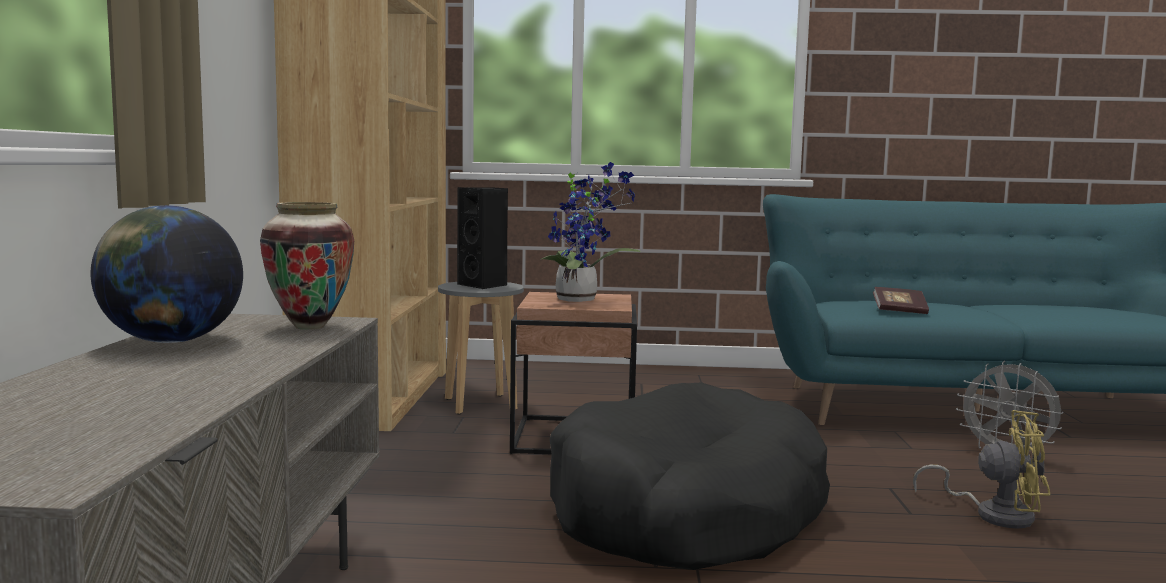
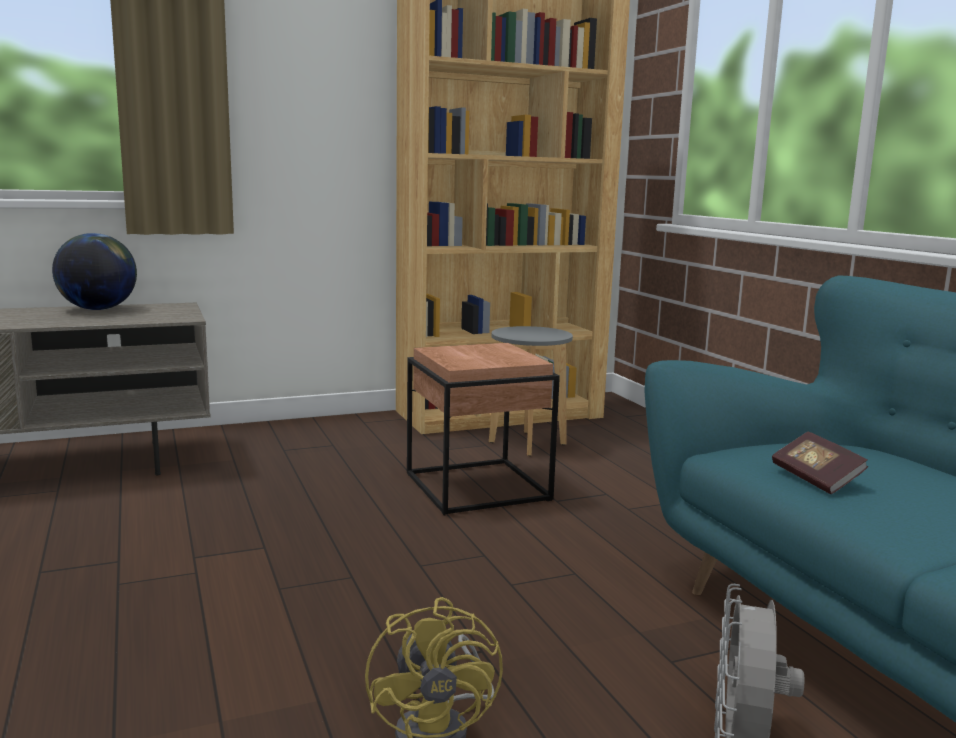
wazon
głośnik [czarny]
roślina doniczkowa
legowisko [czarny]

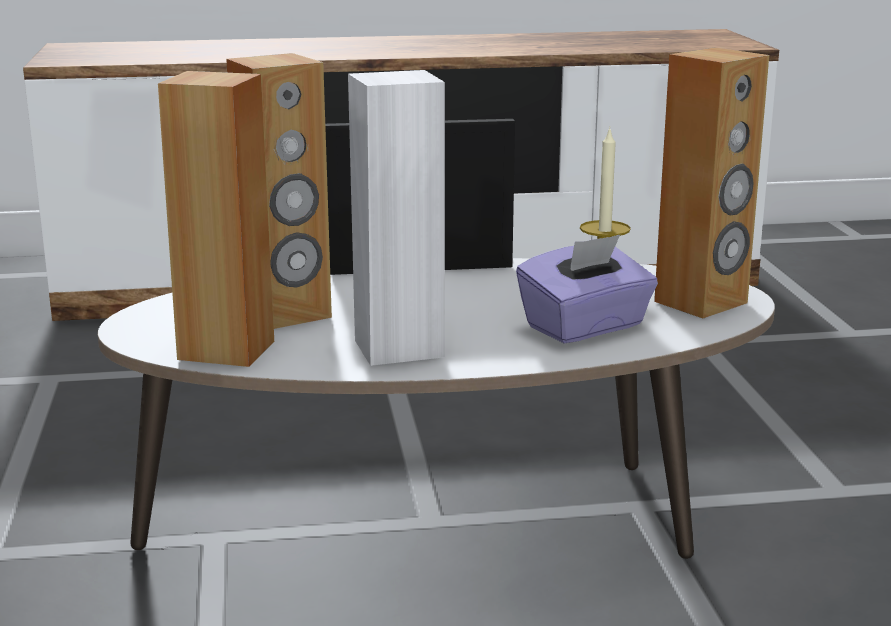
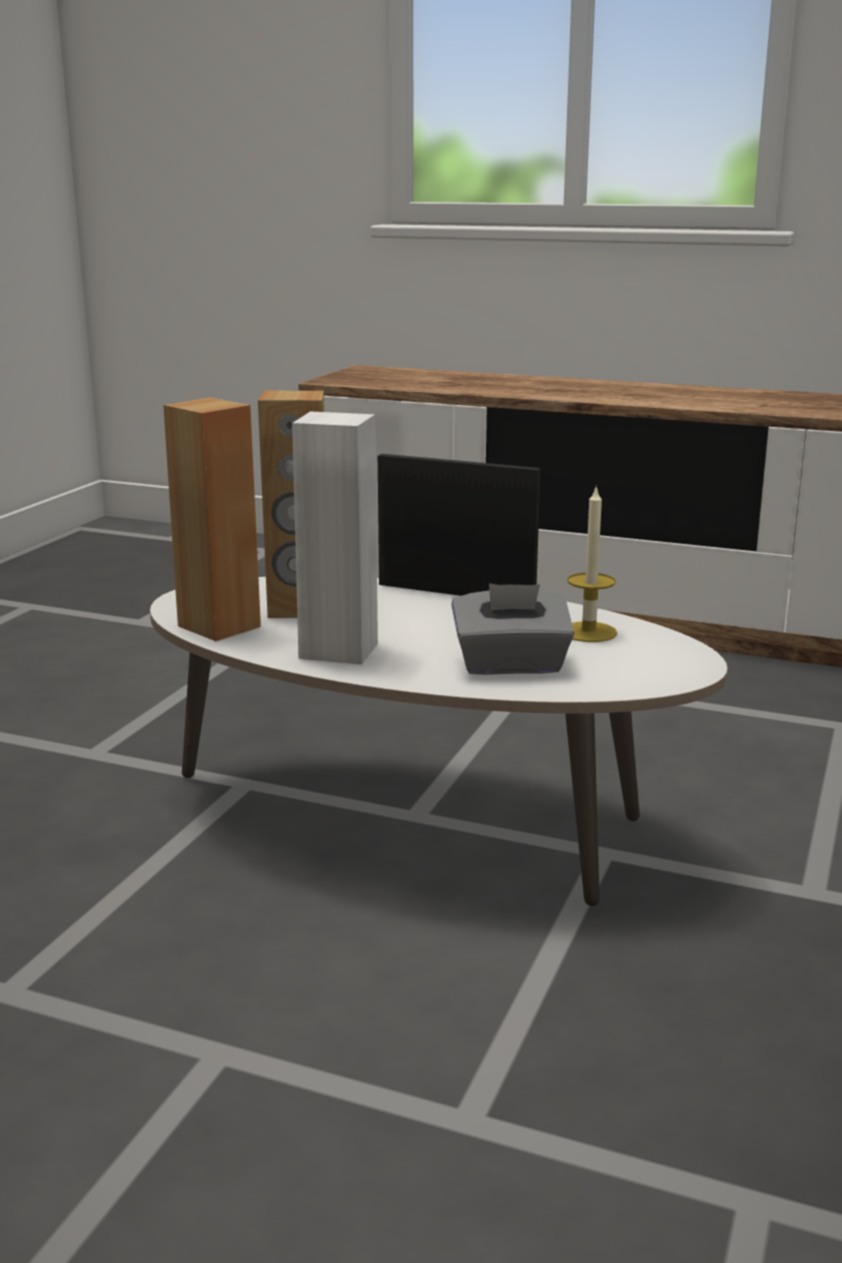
pudełko chusteczek [szary]
głośnik [brązowy] (3rd from left in the first image)

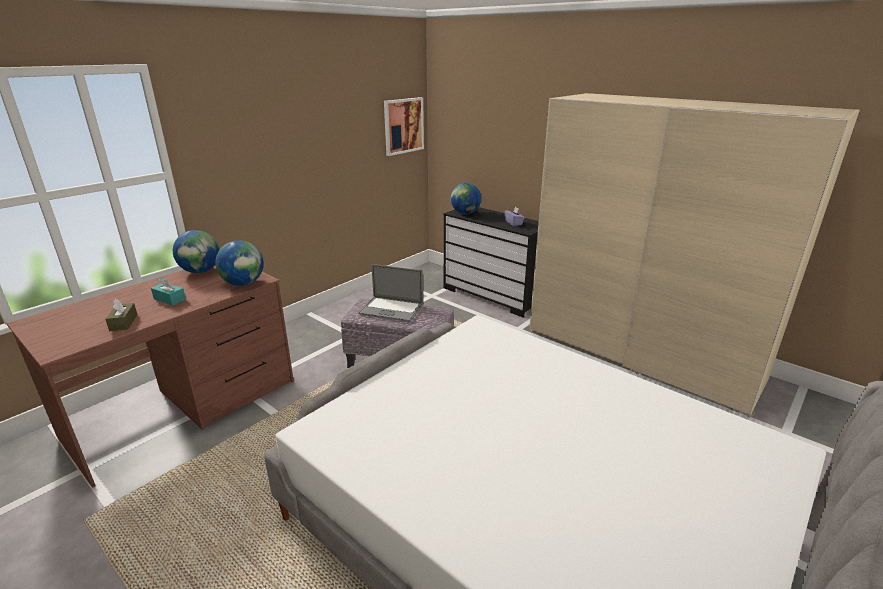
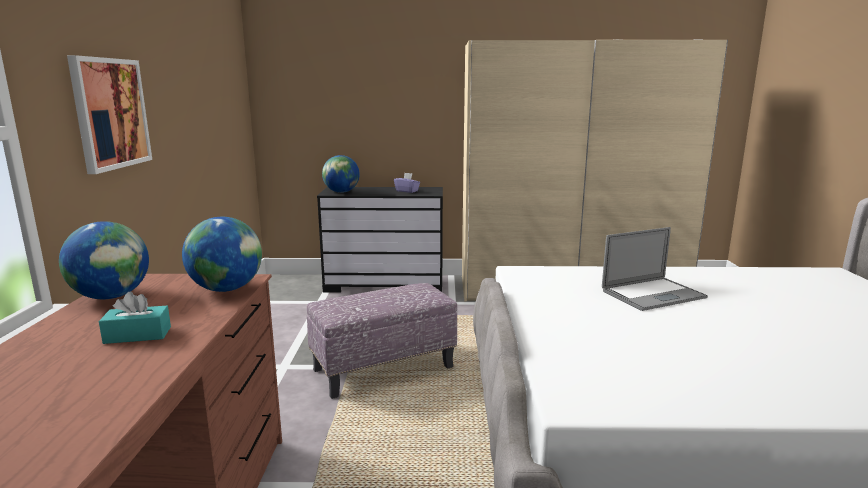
obraz
laptop
pudełko chusteczek [brązowy]

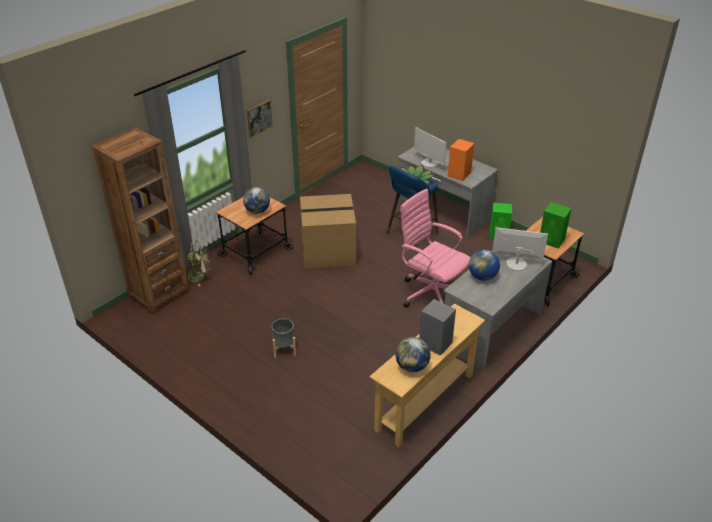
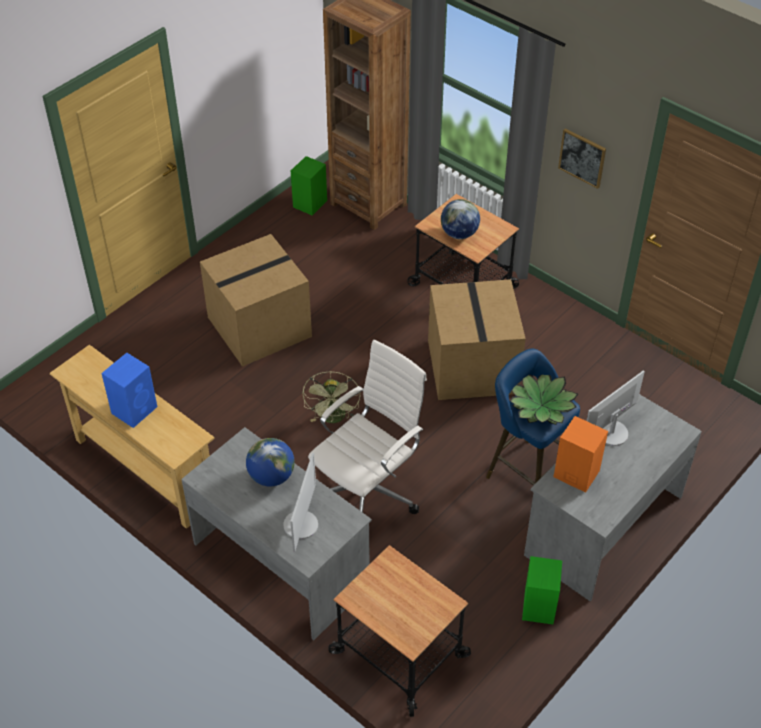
głośnik [niebieski]
karton (1st from left)
głośnik [zielony] (1st from left)
wentylator [zielony]
krzesło biurowe [biały]
globus (2nd from left in the first image)

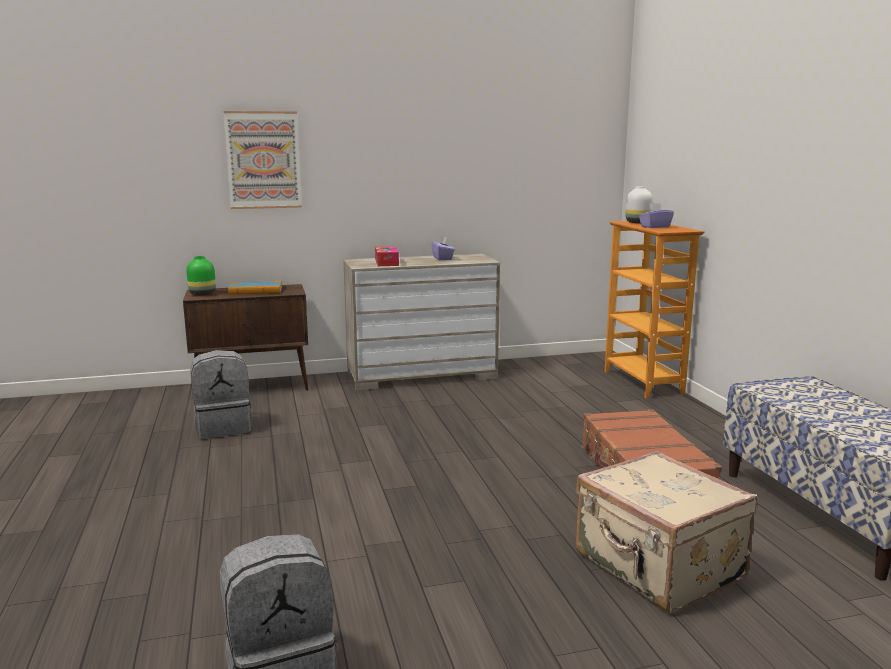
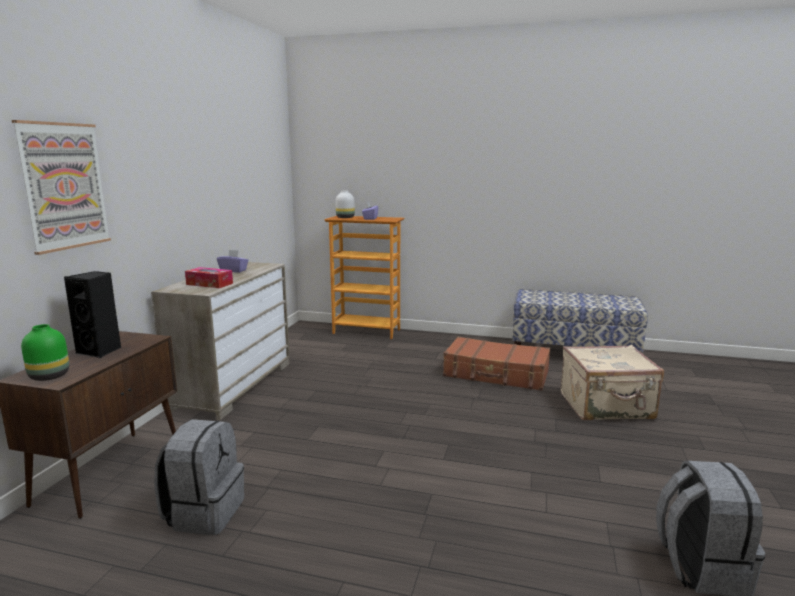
głośnik [czarny]

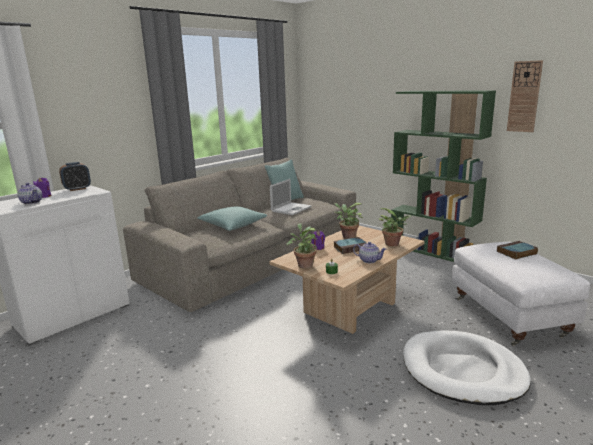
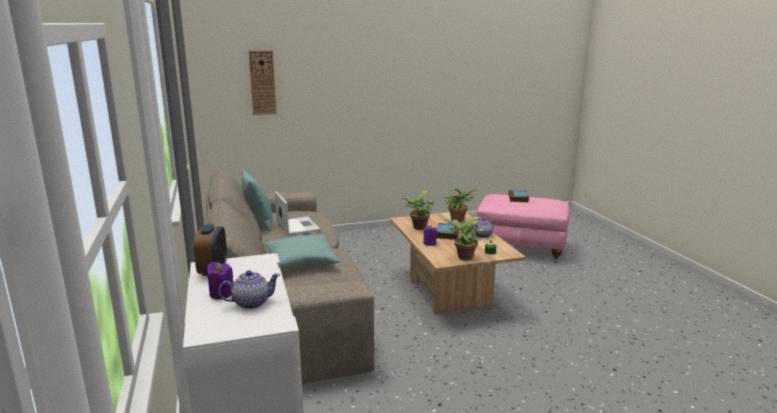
zegar ścienny
pufa [różowy]
regał [zielony]
legowisko [biały]

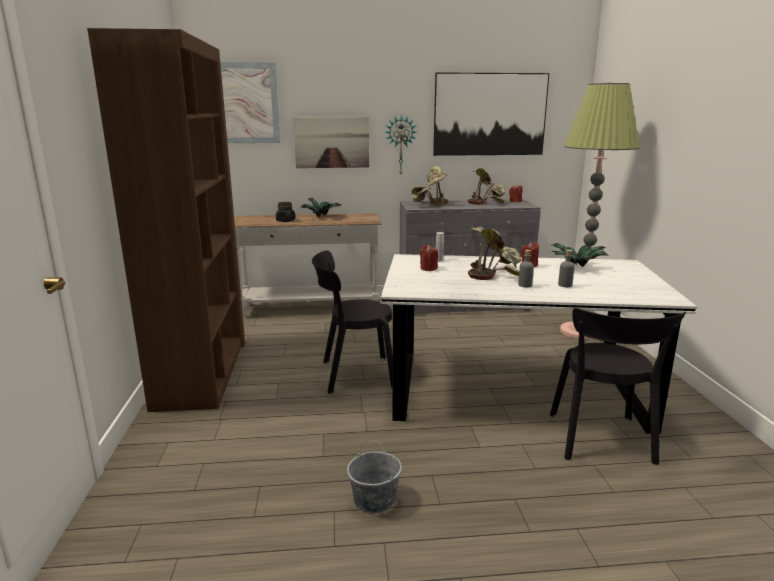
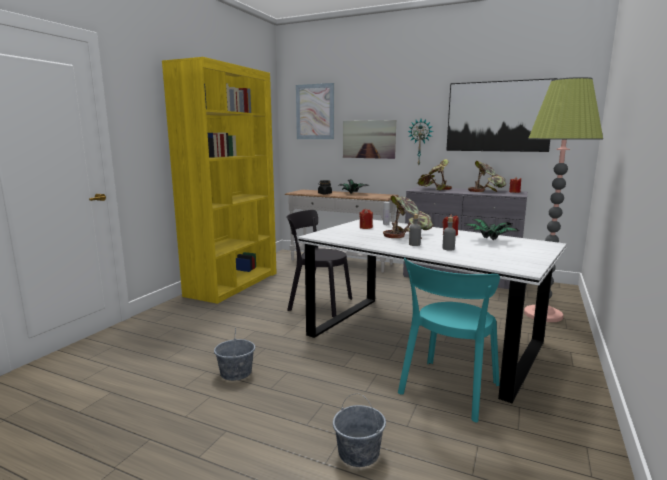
regał [żółty]
wiadro [szary] (2nd from left)
krzesło [turkusowy]

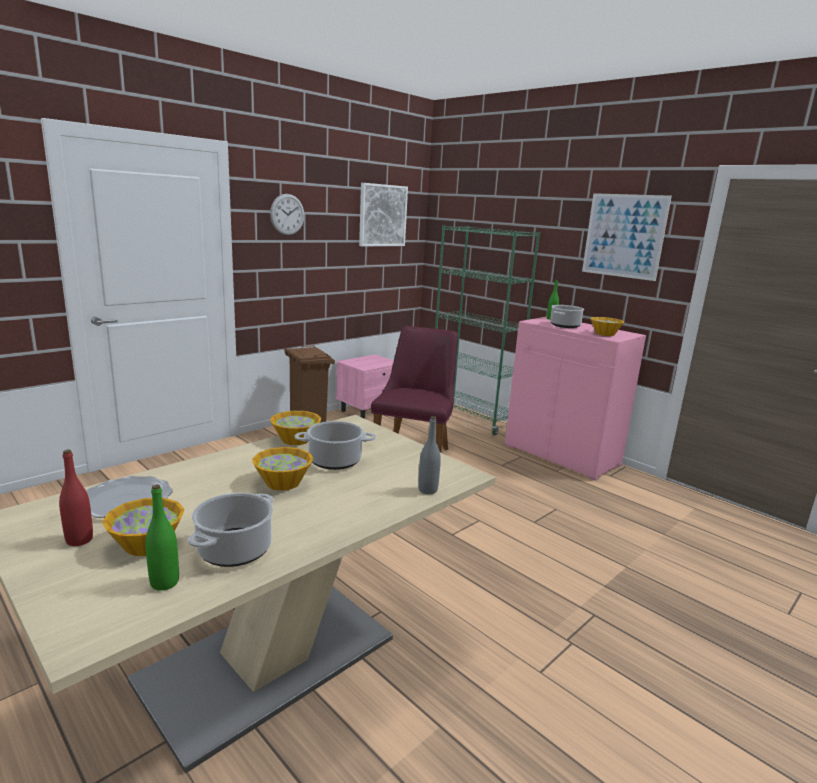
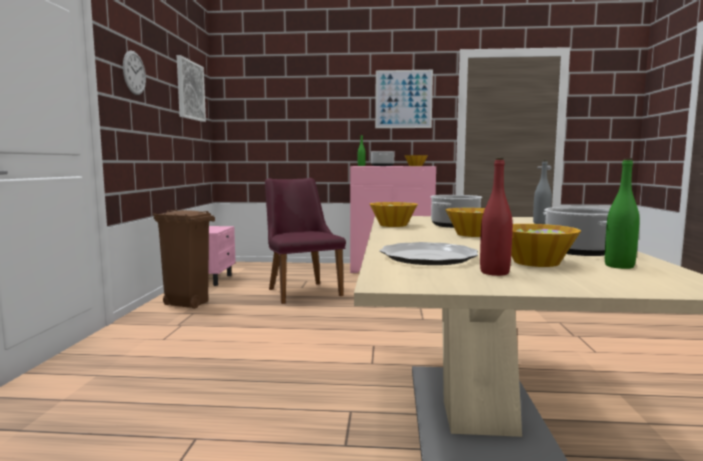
regał [zielony]

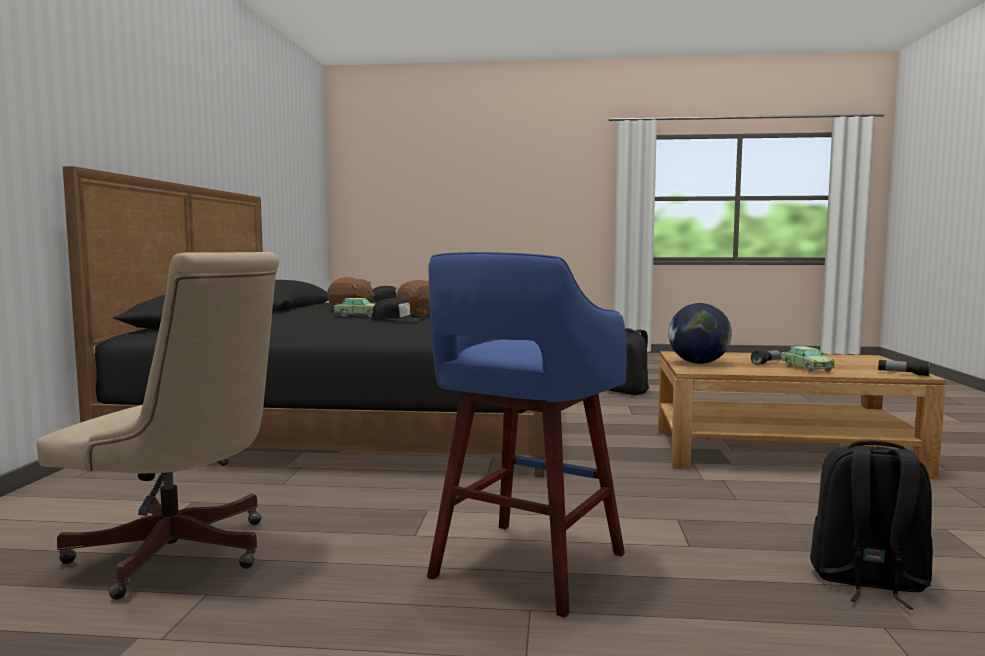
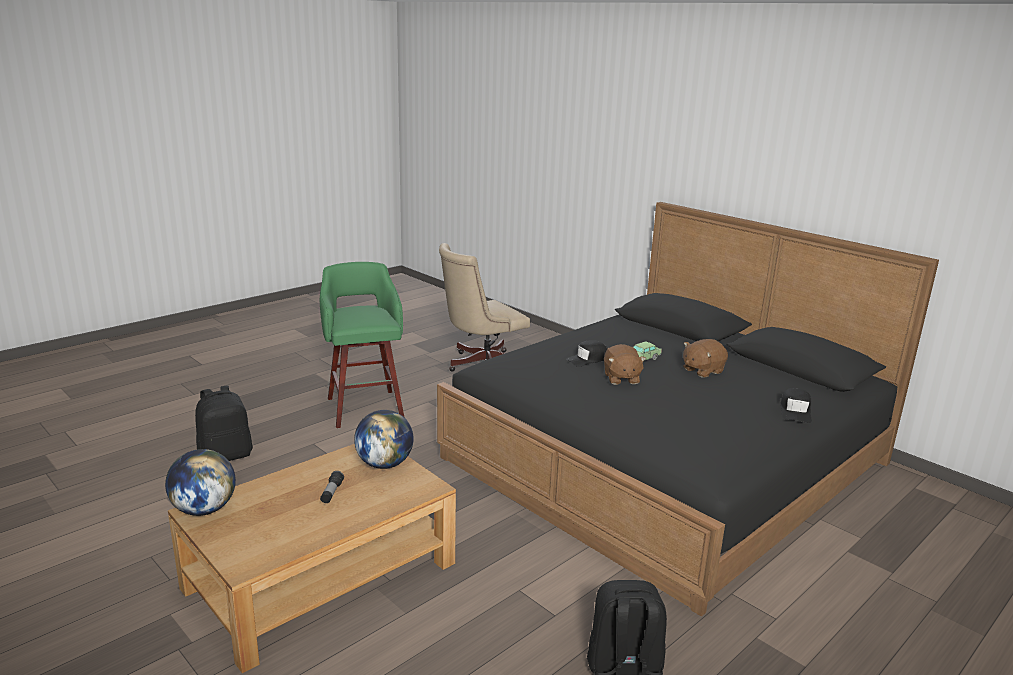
globus (1st from left)
stołek [zielony]
samochodzik (2nd from left in the first image)

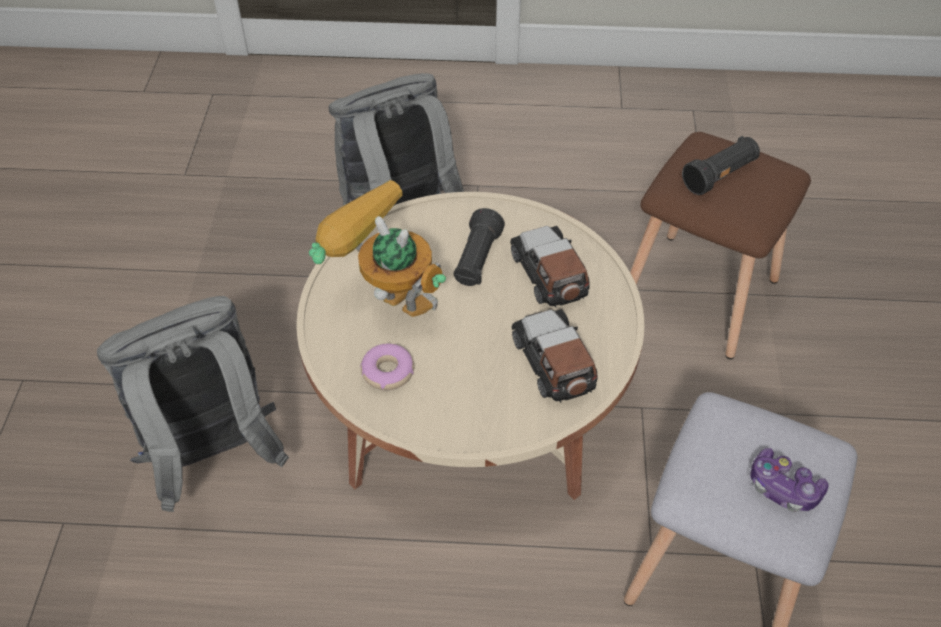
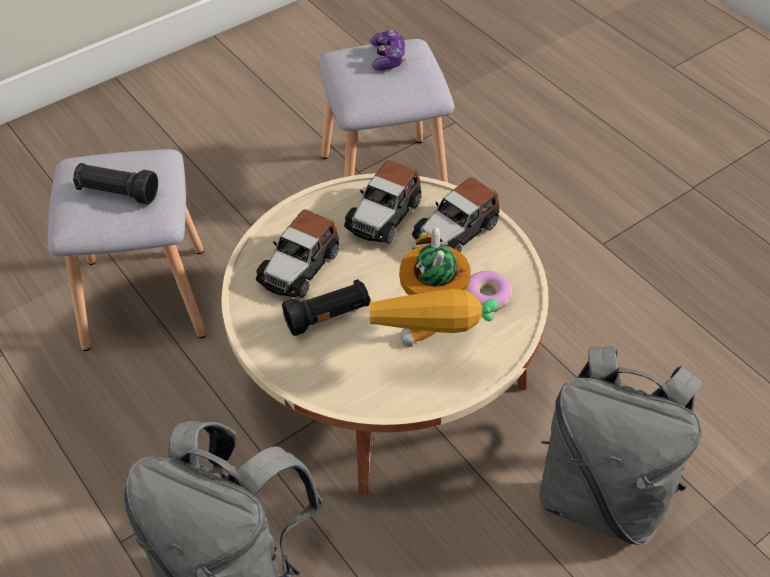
stołek [szary] (1st from left)
samochodzik (3rd from left)

